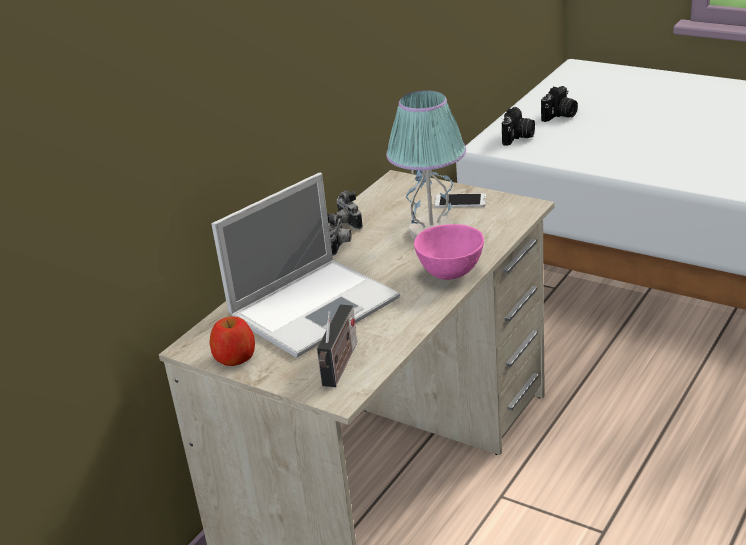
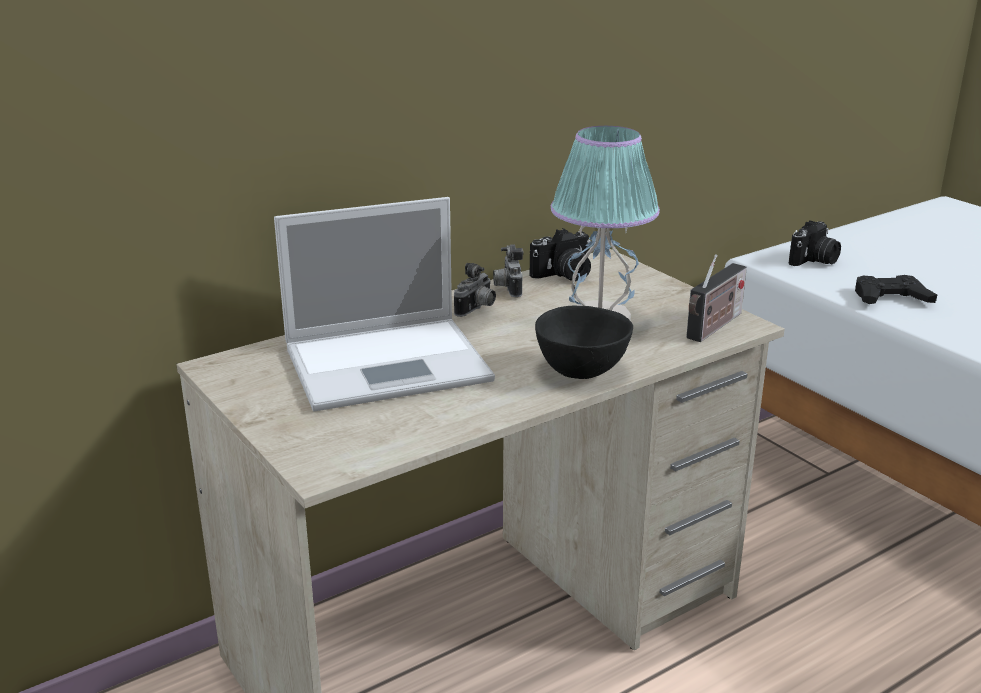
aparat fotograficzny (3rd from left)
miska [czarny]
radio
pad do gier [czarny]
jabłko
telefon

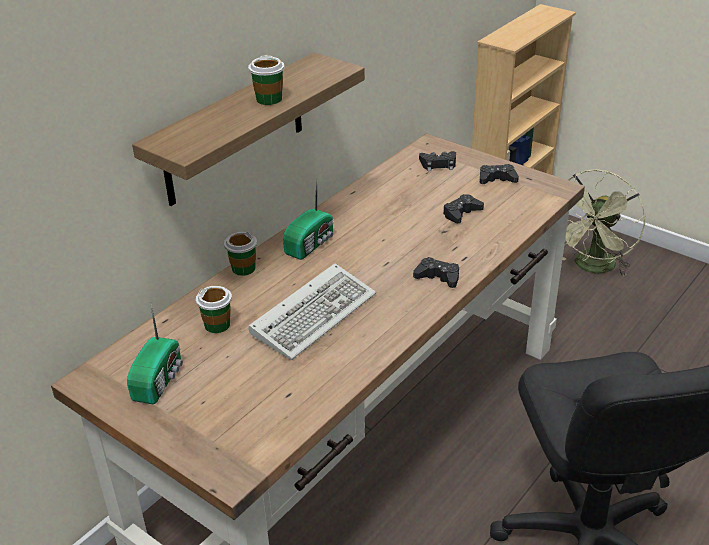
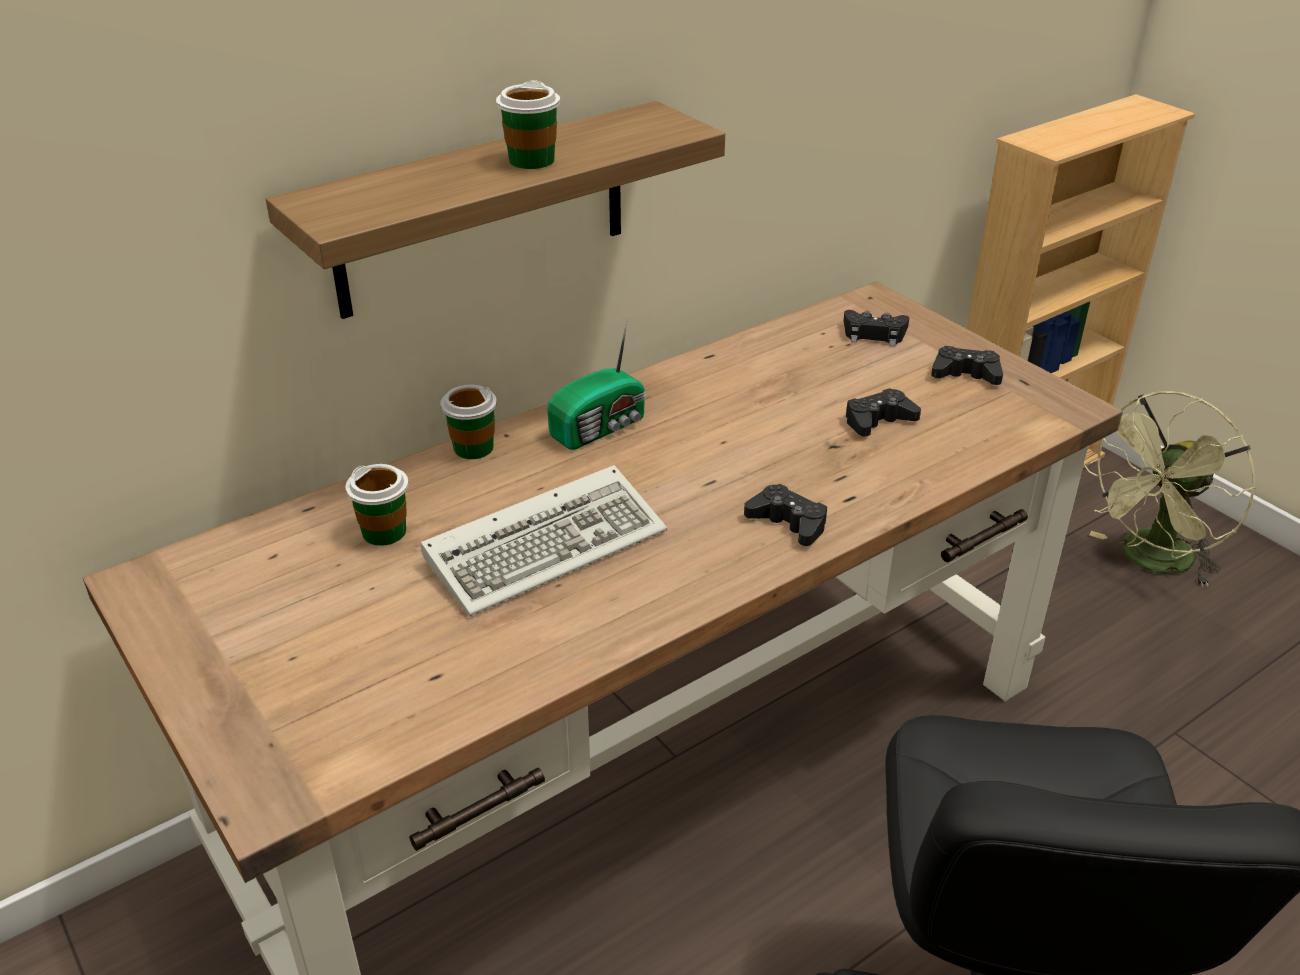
radio (1st from left in the first image)

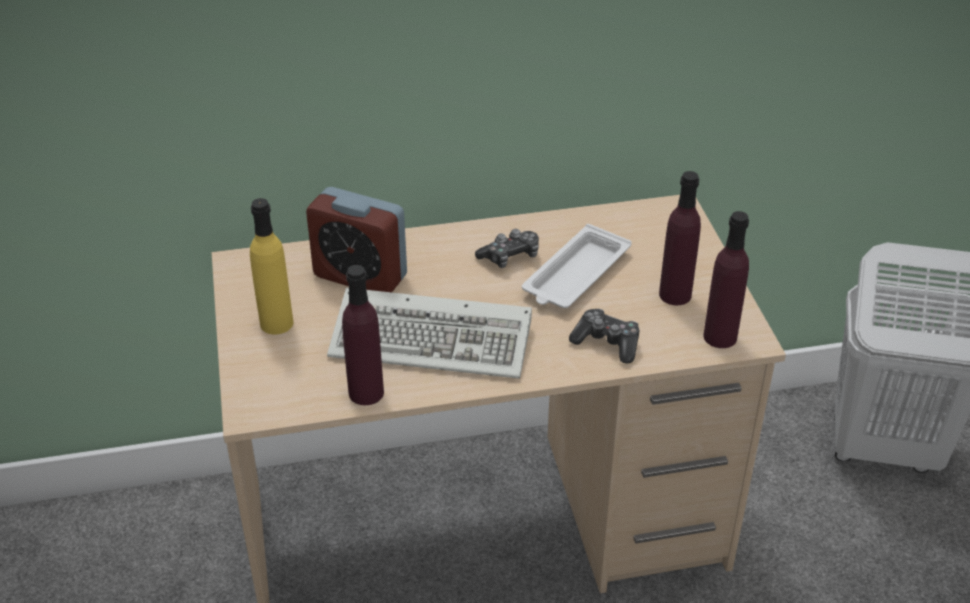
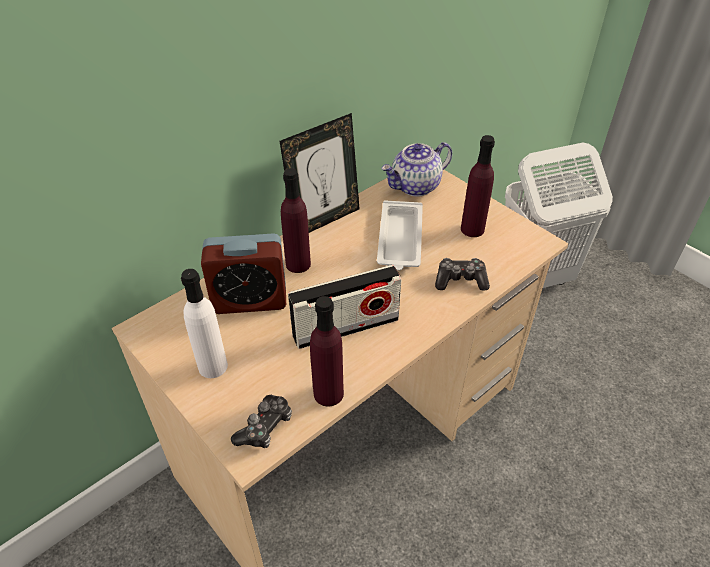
butelka [biały]
pad do gier (1st from left)
ramka na zdjęcie
butelka [fioletowy] (1st from left)
radio
imbryk

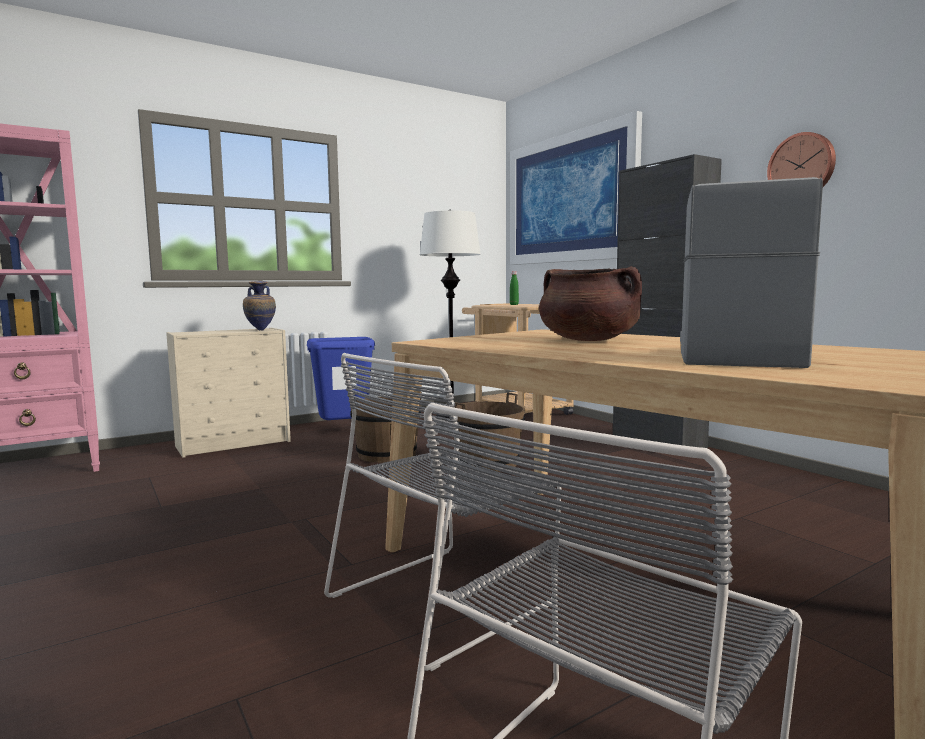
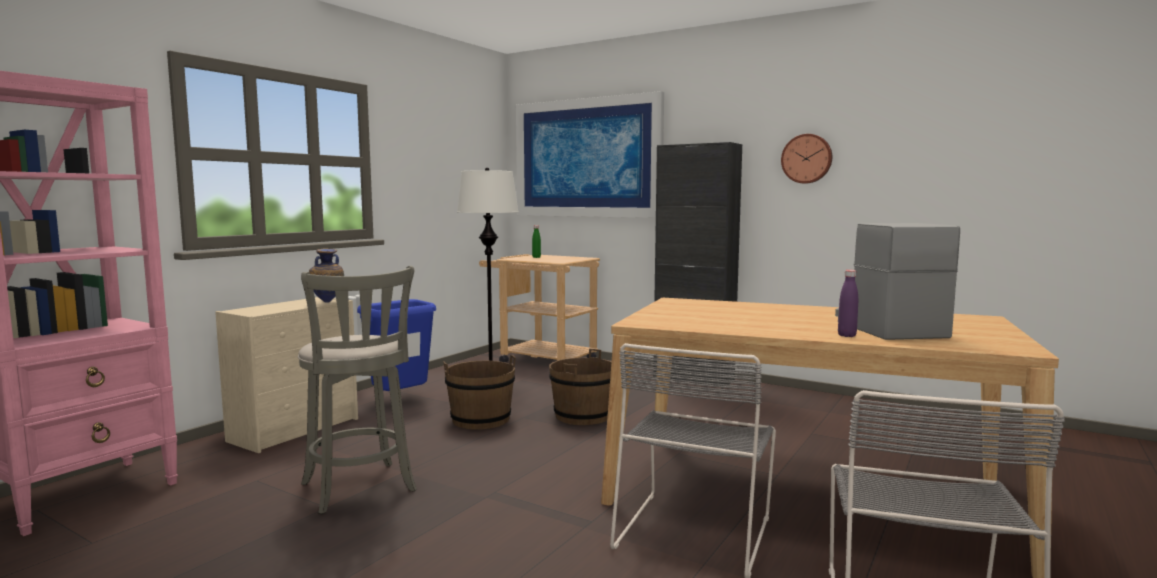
stołek [szary]
butelka [fioletowy]
garnek [brązowy]

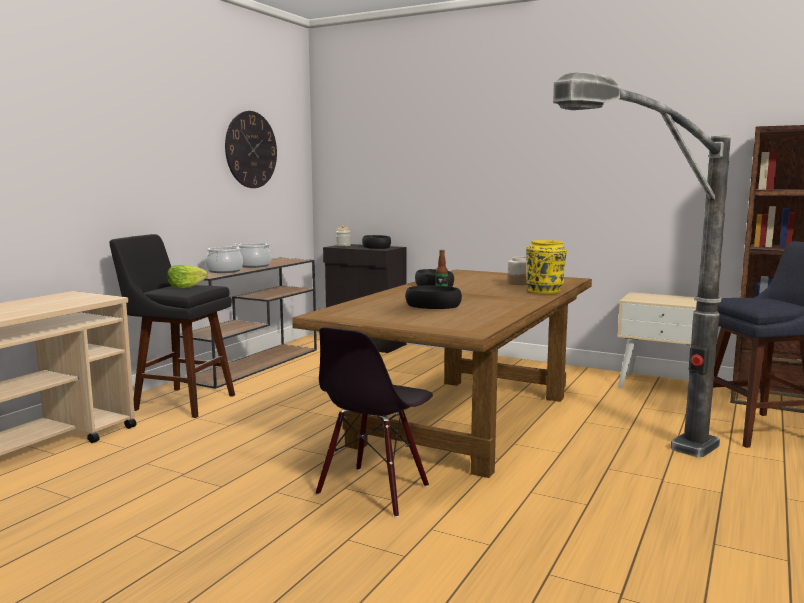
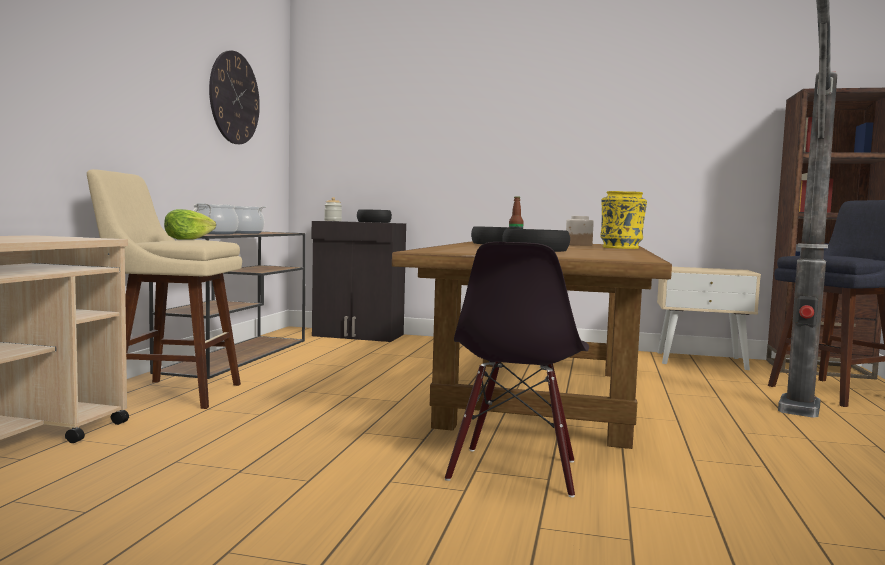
stołek [beżowy]

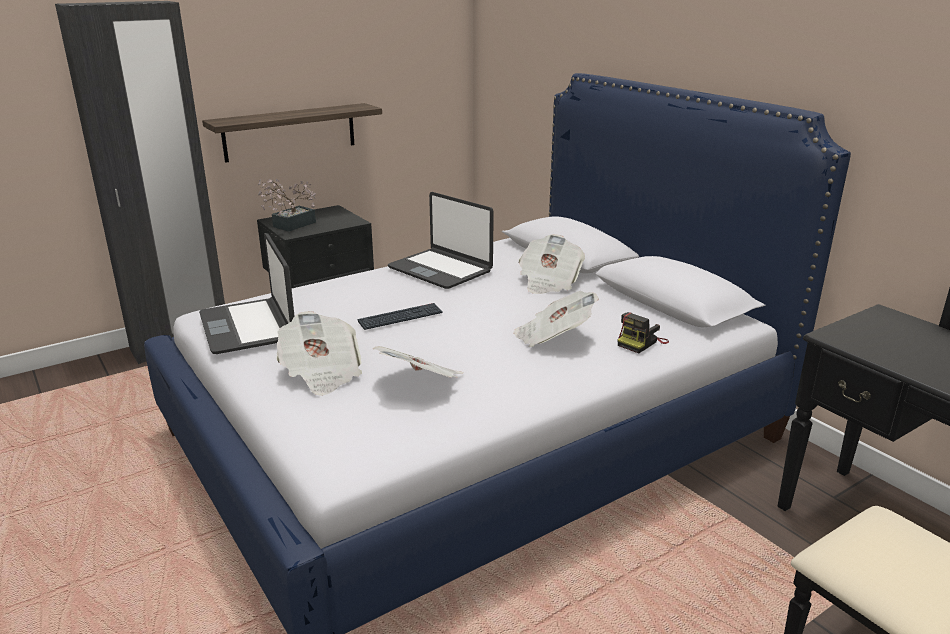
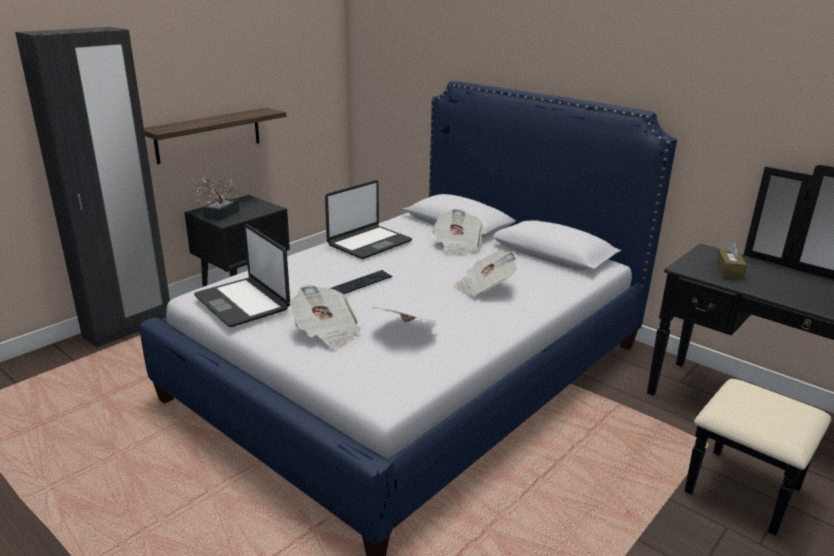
laptop (2nd from left)
pudełko chusteczek [brązowy]
aparat fotograficzny

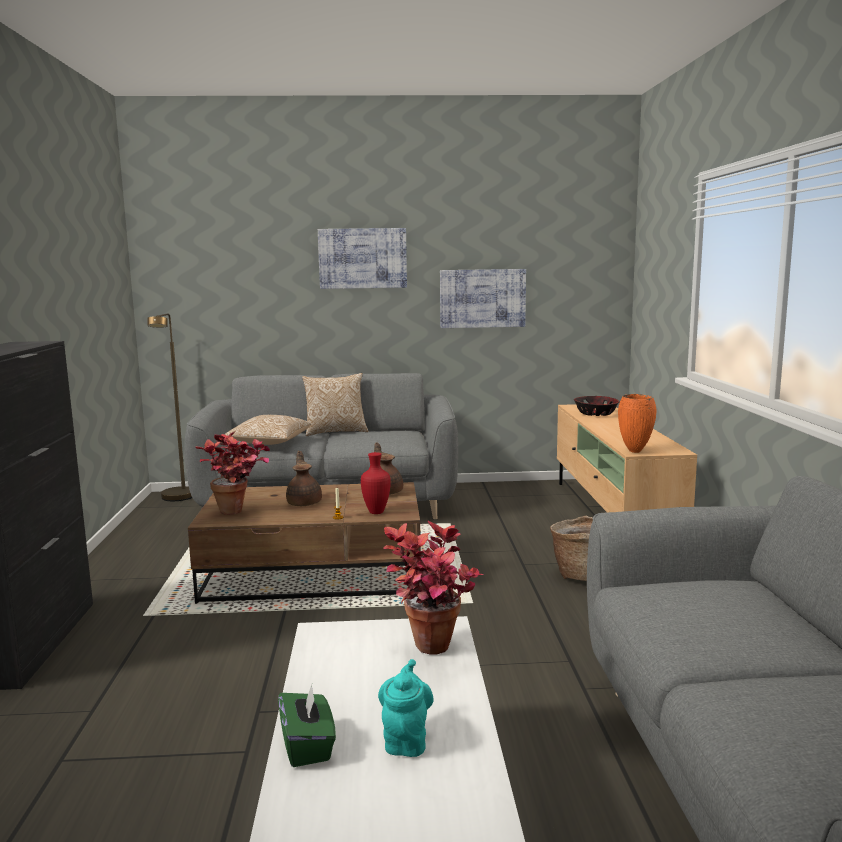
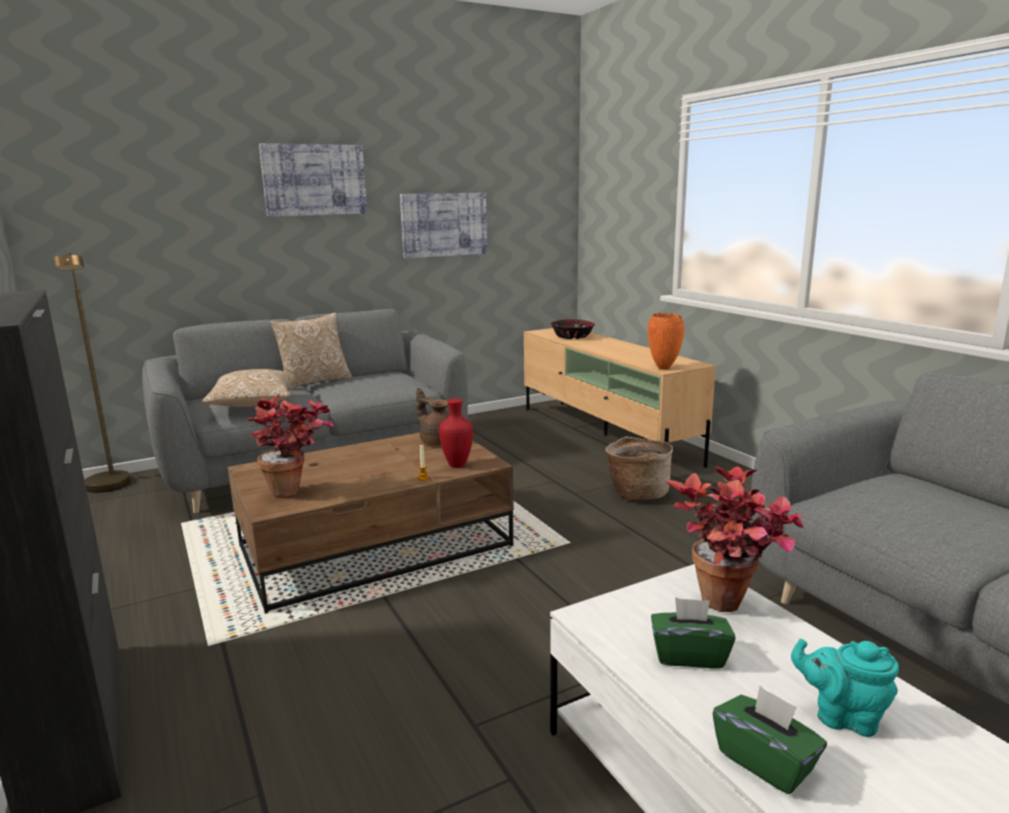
pudełko chusteczek [zielony] (1st from left)
imbryk [turkusowy]
imbryk [brązowy] (1st from left in the first image)

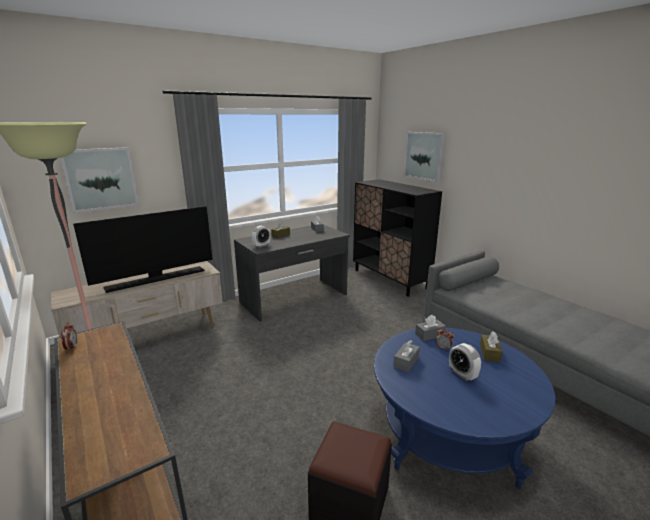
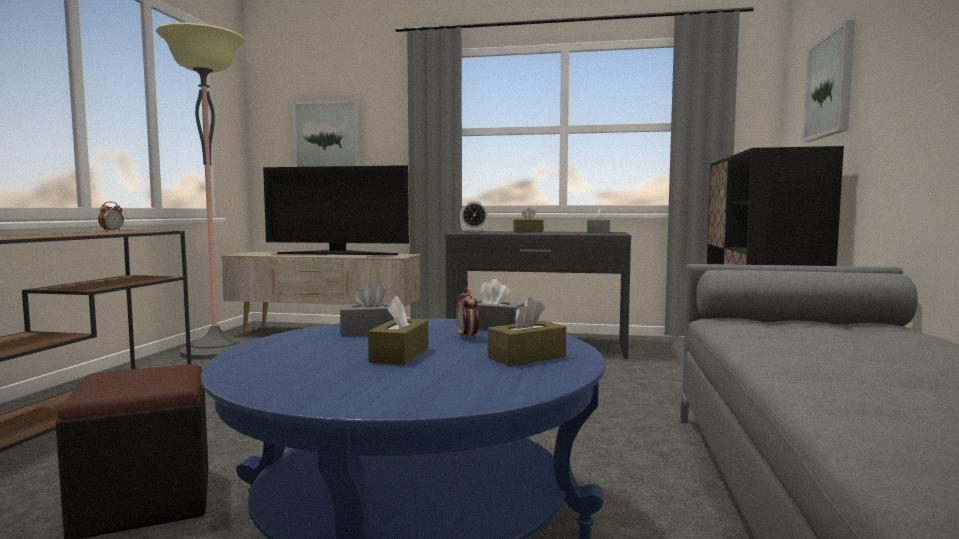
pudełko chusteczek [brązowy] (1st from left)

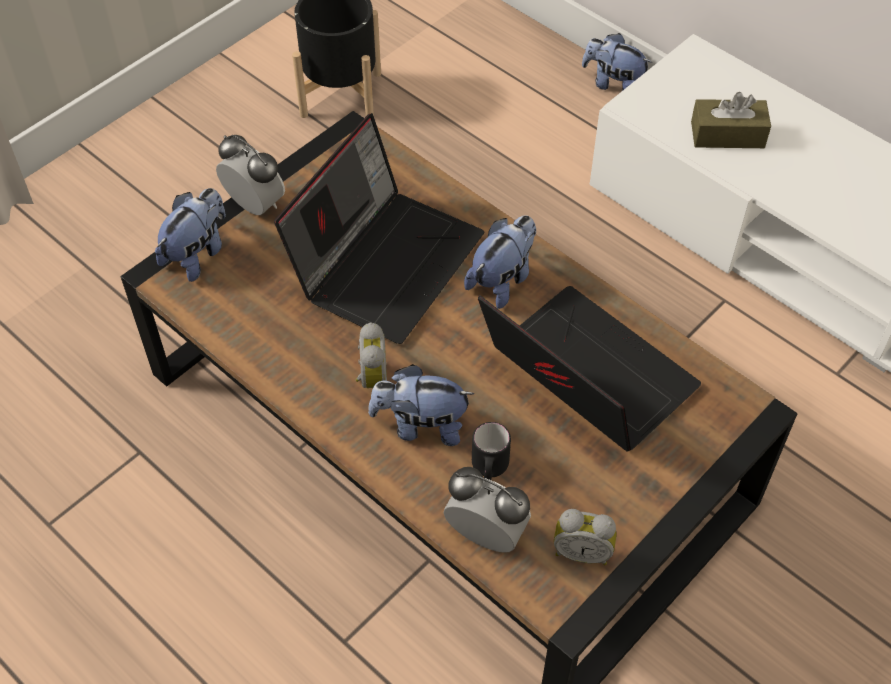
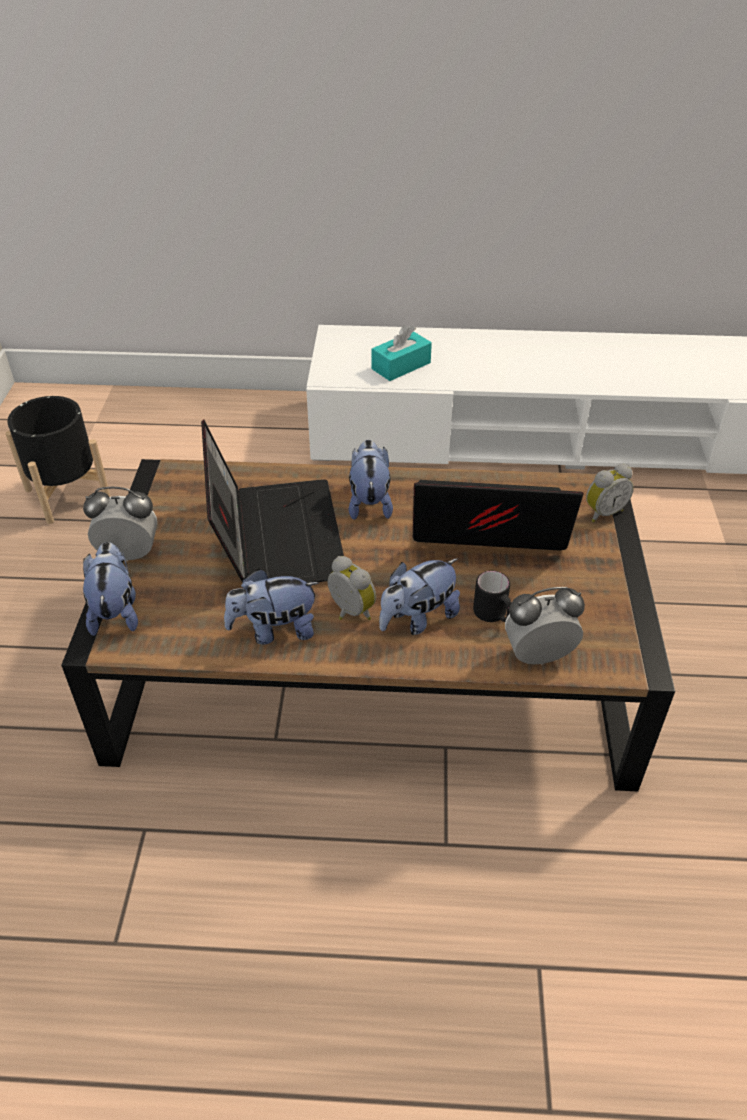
pluszak (2nd from left)
pudełko chusteczek [turkusowy]
budzik (4th from left)

